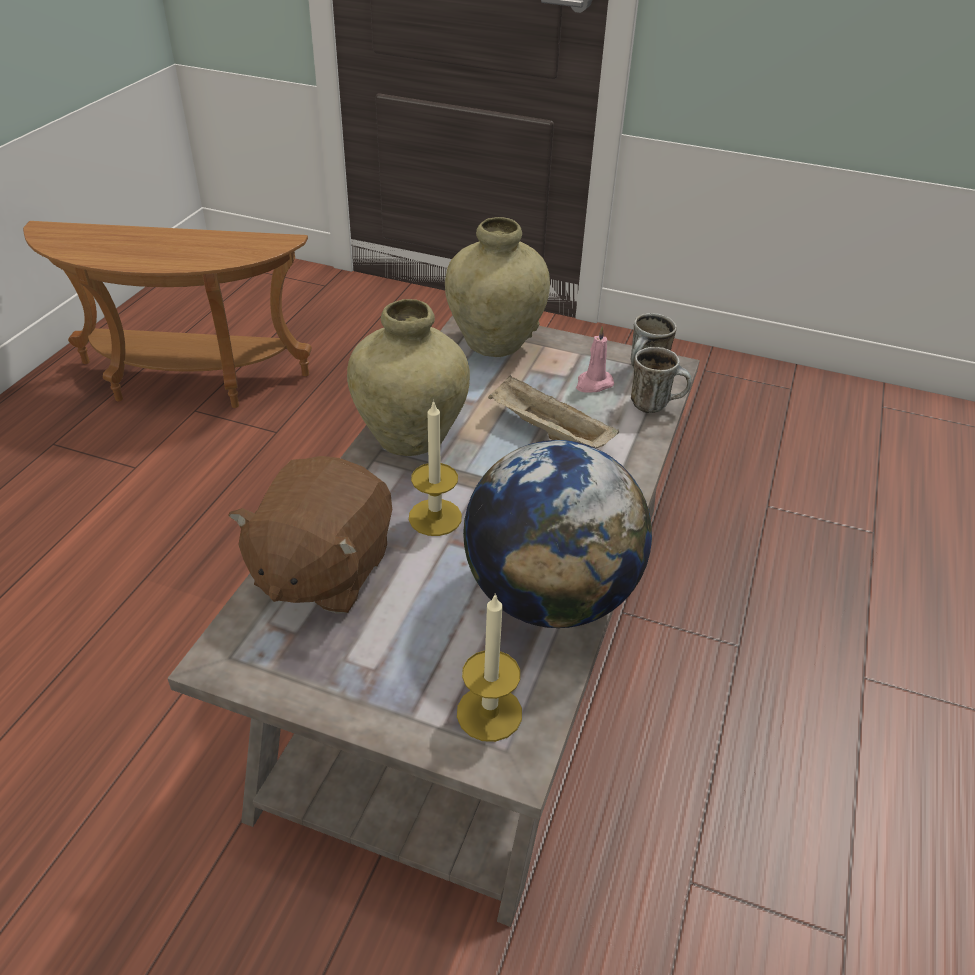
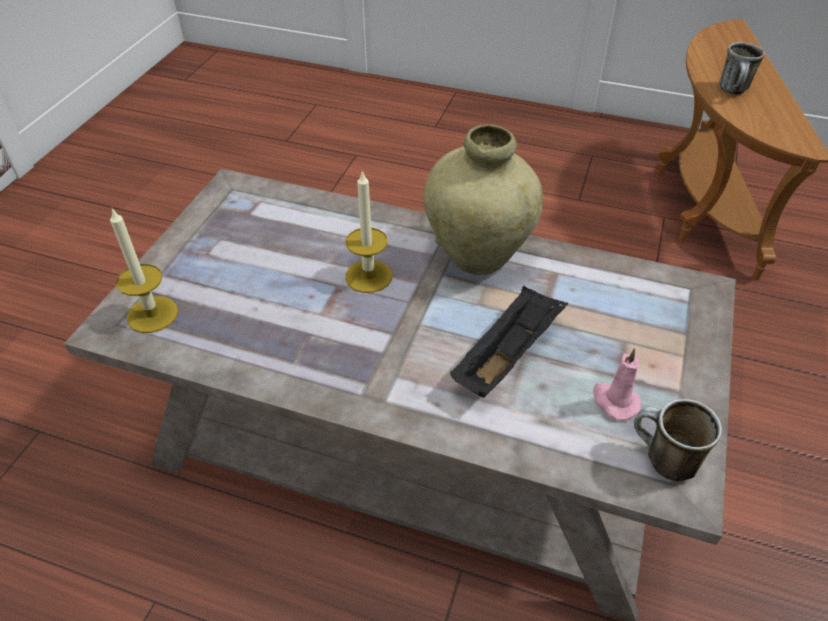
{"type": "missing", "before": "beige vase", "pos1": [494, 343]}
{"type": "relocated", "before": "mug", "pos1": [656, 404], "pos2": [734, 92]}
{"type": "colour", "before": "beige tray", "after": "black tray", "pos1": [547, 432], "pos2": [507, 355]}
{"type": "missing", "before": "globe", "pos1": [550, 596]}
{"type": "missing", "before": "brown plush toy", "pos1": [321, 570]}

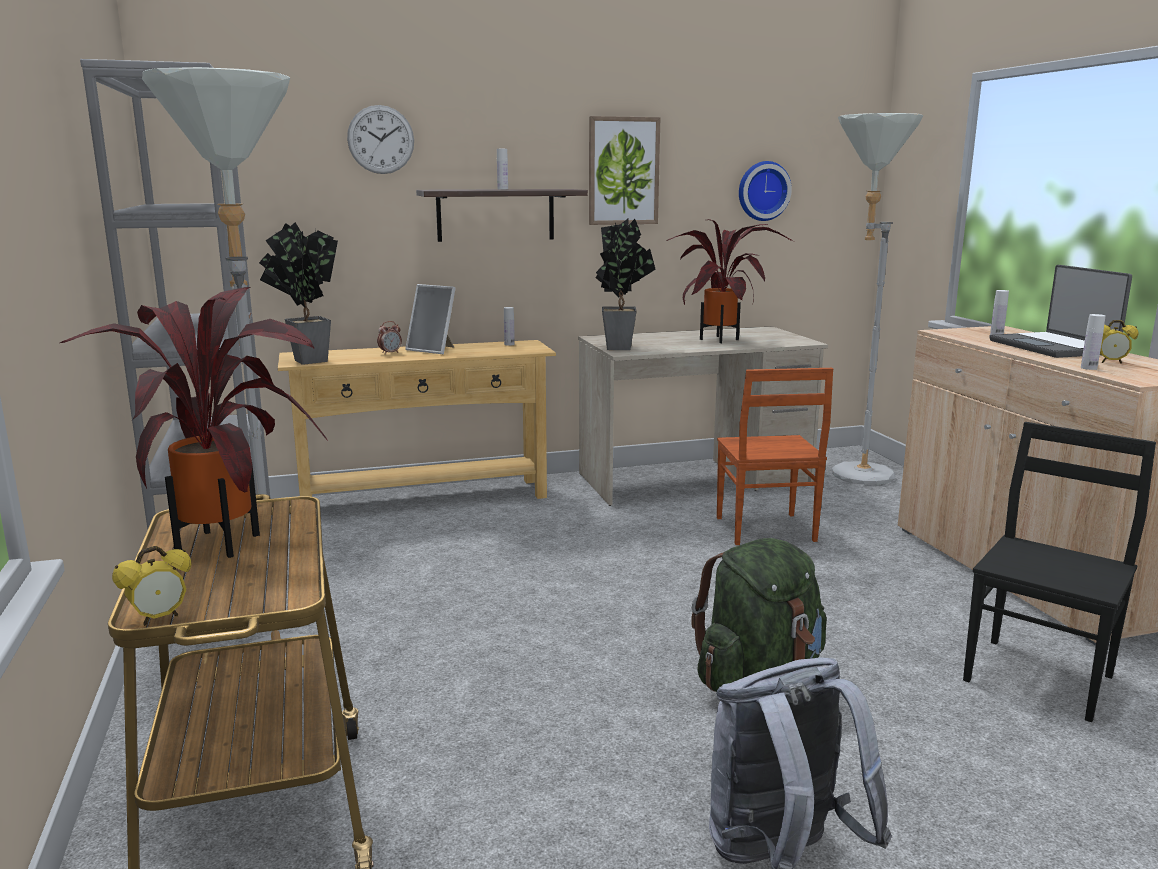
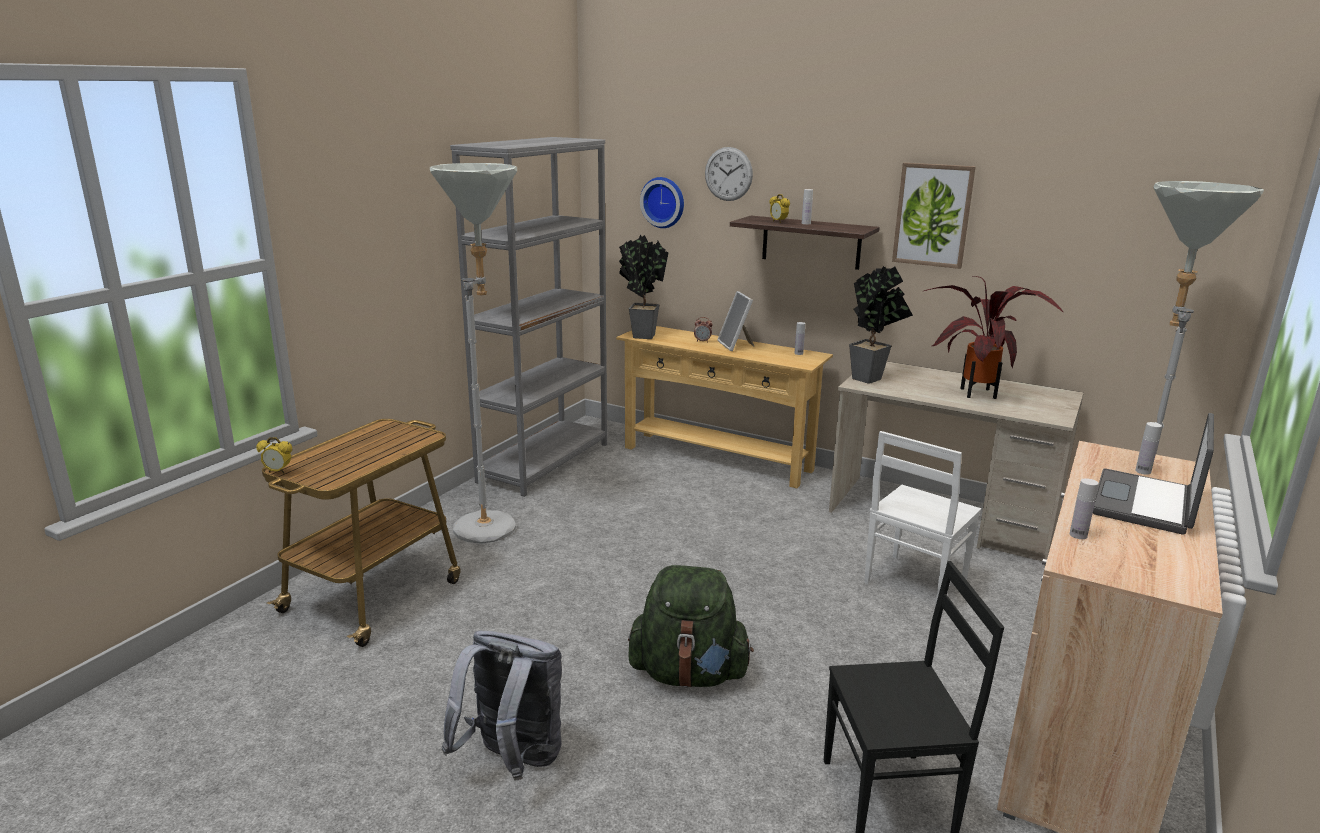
{"type": "relocated", "before": "wall clock", "pos1": [762, 191], "pos2": [664, 202]}
{"type": "missing", "before": "potted plant", "pos1": [227, 541]}
{"type": "relocated", "before": "alarm clock", "pos1": [1110, 362], "pos2": [778, 222]}
{"type": "colour", "before": "brown chair", "after": "white chair", "pos1": [764, 530], "pos2": [913, 582]}

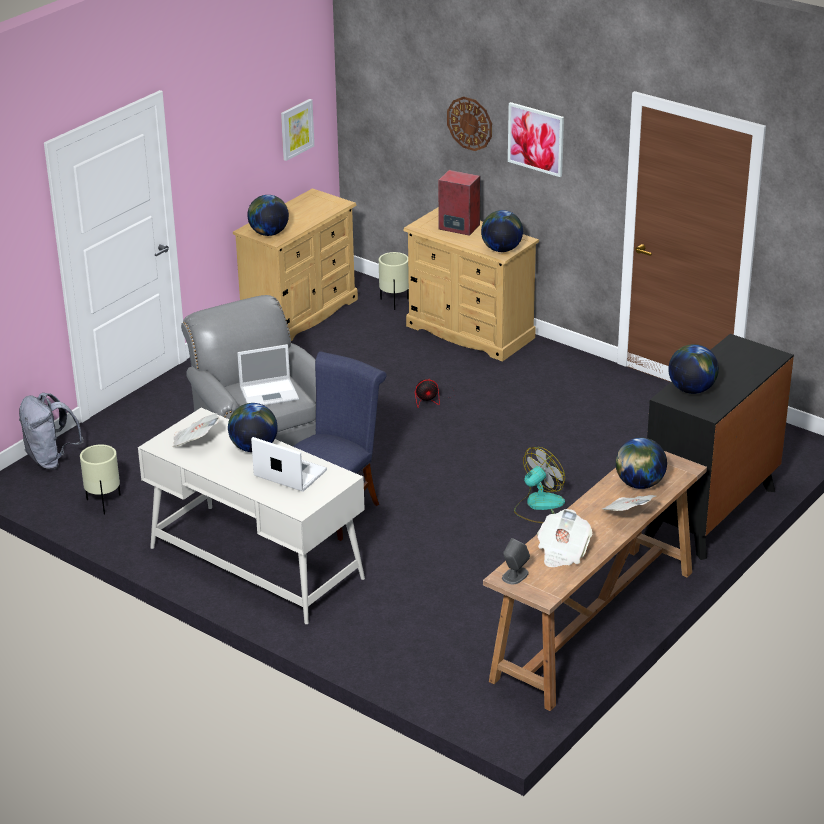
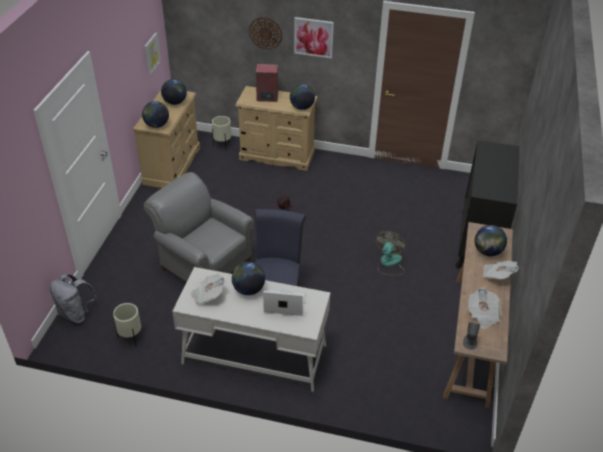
{"type": "missing", "before": "laptop", "pos1": [270, 393]}
{"type": "relocated", "before": "globe", "pos1": [691, 389], "pos2": [175, 102]}

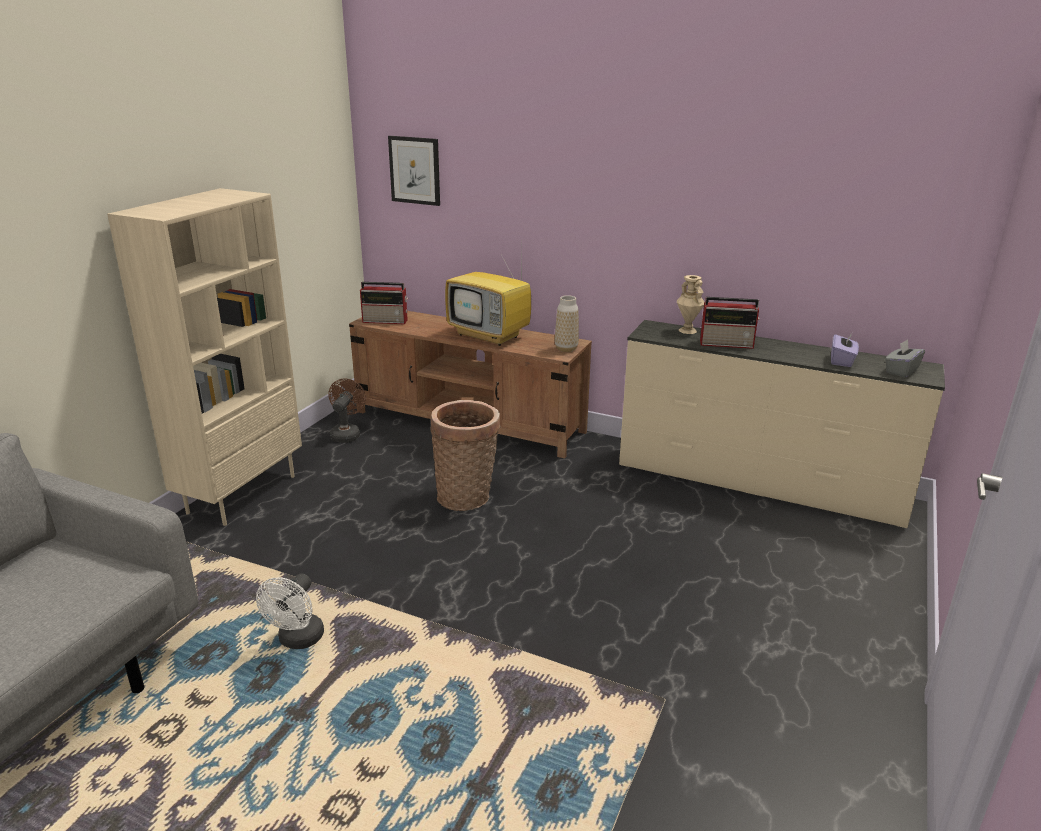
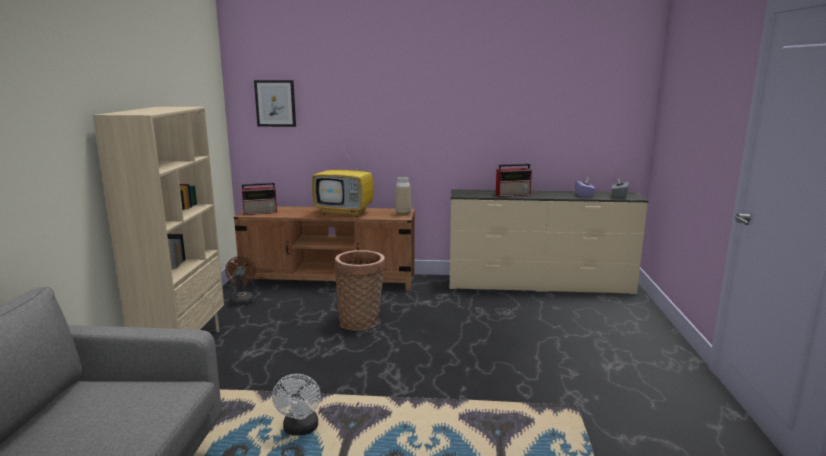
{"type": "missing", "before": "beige vase", "pos1": [687, 330]}

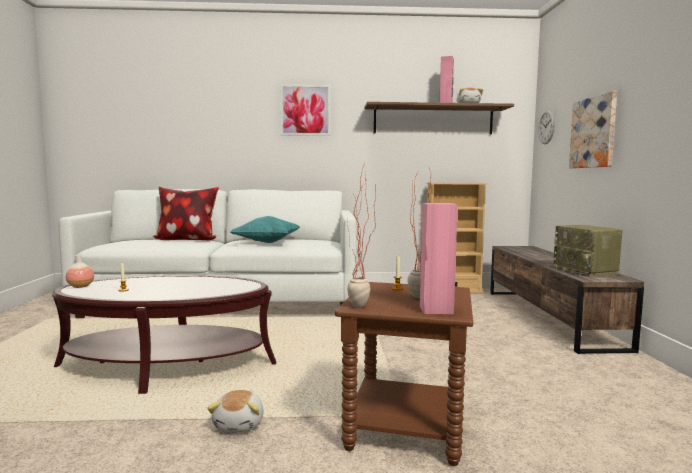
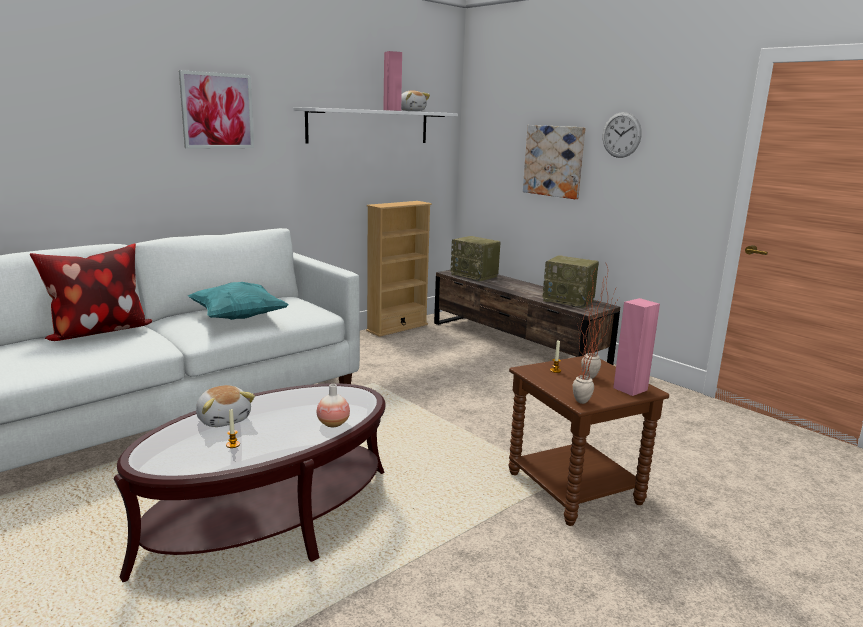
{"type": "colour", "before": "brown shelf", "after": "white shelf", "pos1": [433, 120], "pos2": [369, 126]}
{"type": "relocated", "before": "wall clock", "pos1": [546, 127], "pos2": [621, 135]}
{"type": "relocated", "before": "vase", "pos1": [80, 286], "pos2": [333, 424]}
{"type": "relocated", "before": "plush toy", "pos1": [240, 424], "pos2": [224, 419]}
{"type": "appeared", "after": "radio", "pos2": [475, 275]}

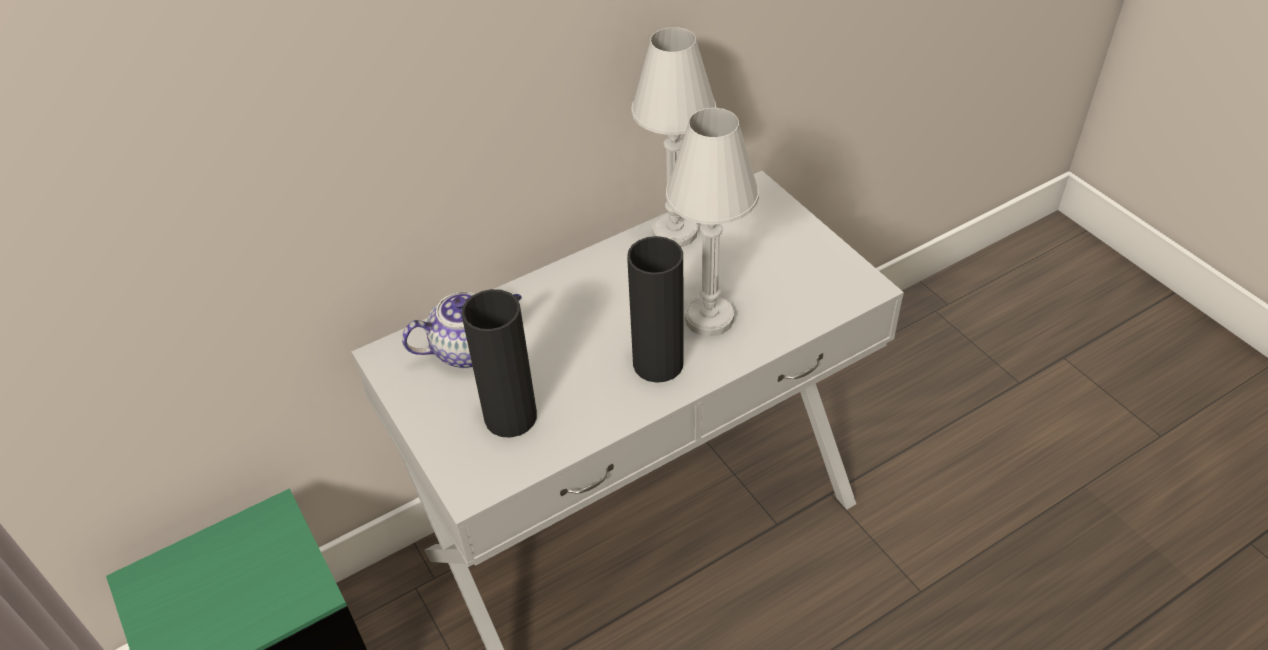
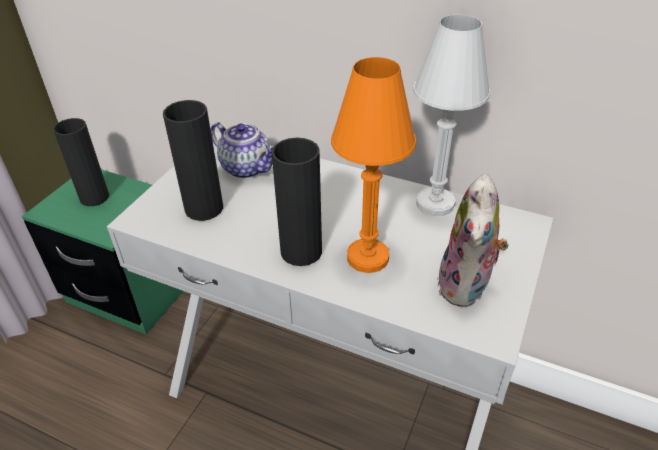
{"type": "colour", "before": "white table lamp", "after": "orange table lamp", "pos1": [709, 318], "pos2": [368, 257]}
{"type": "appeared", "after": "black vase", "pos2": [94, 197]}
{"type": "appeared", "after": "plush toy", "pos2": [466, 287]}

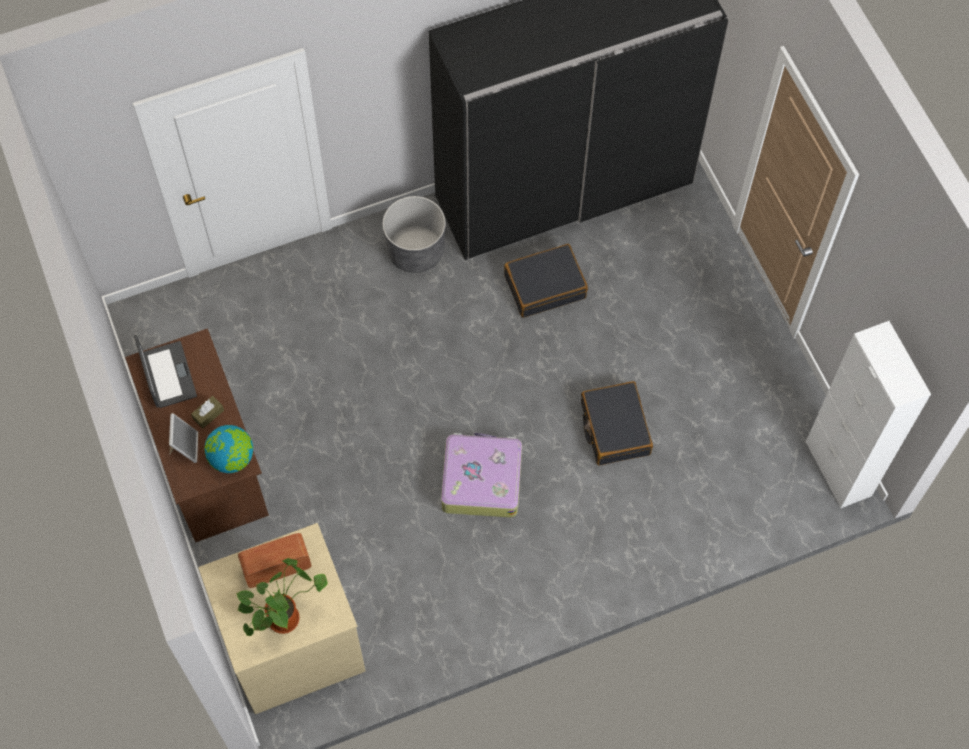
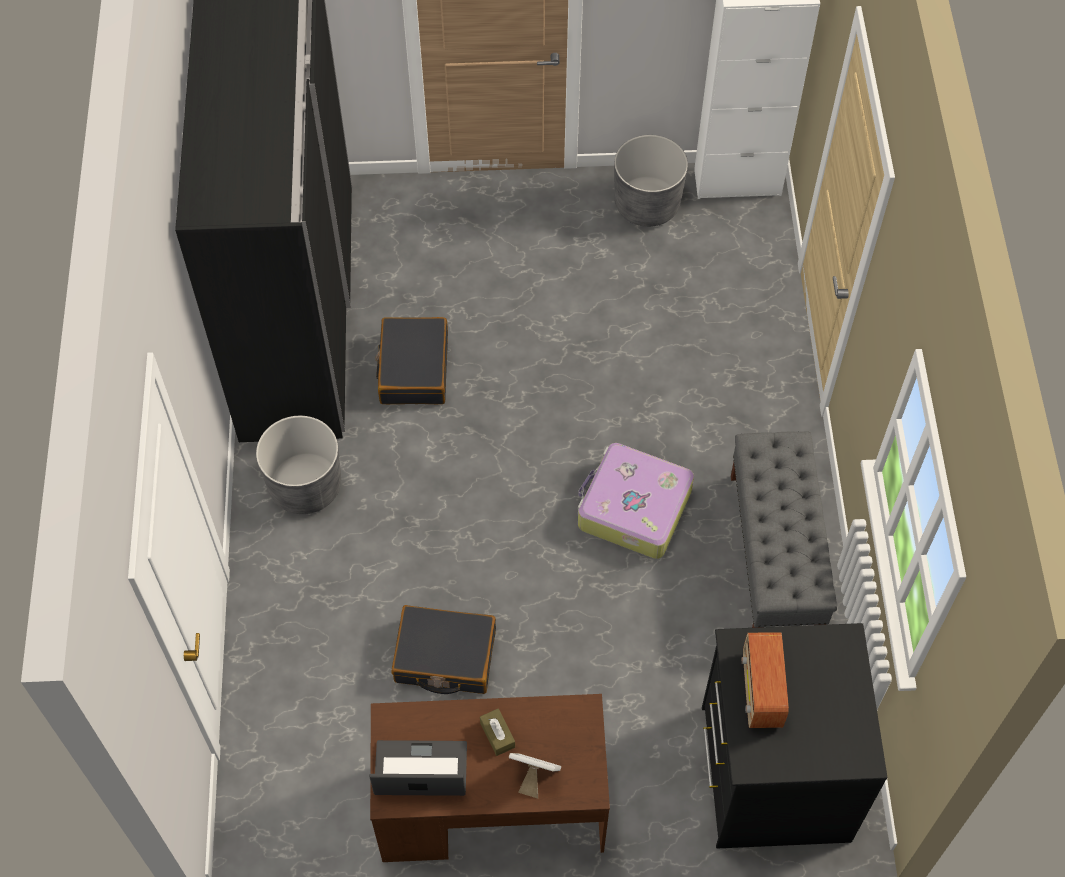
{"type": "relocated", "before": "black suitcase", "pos1": [614, 428], "pos2": [445, 657]}
{"type": "missing", "before": "globe", "pos1": [232, 458]}
{"type": "colour", "before": "beige dresser", "after": "black dresser", "pos1": [292, 642], "pos2": [772, 773]}
{"type": "missing", "before": "potted plant", "pos1": [285, 615]}
{"type": "appeared", "after": "grey planter", "pos2": [647, 204]}
{"type": "appeared", "after": "grey bench", "pos2": [774, 556]}

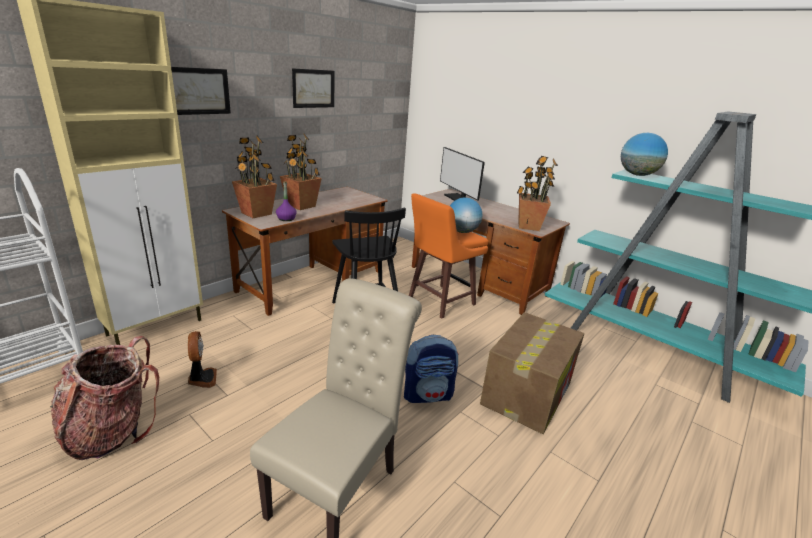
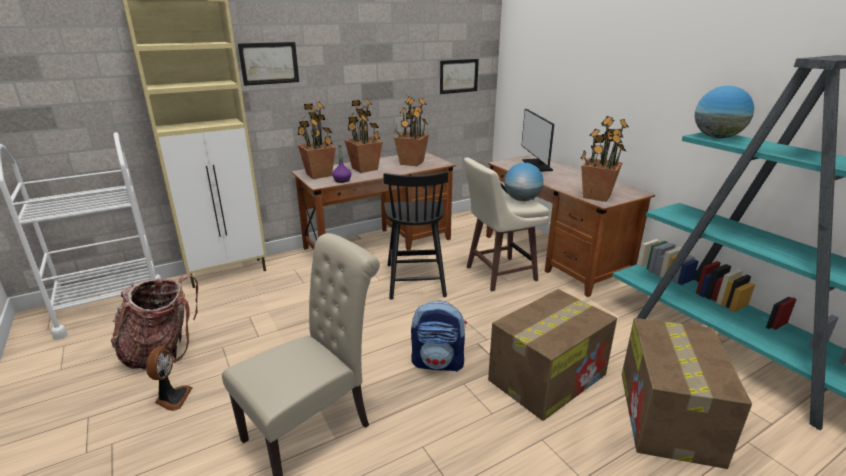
{"type": "relocated", "before": "picture", "pos1": [313, 88], "pos2": [459, 76]}
{"type": "colour", "before": "orange stool", "after": "beige stool", "pos1": [439, 301], "pos2": [499, 274]}
{"type": "relocated", "before": "fan", "pos1": [202, 379], "pos2": [172, 398]}
{"type": "appeared", "after": "potted plant", "pos2": [411, 163]}
{"type": "appeared", "after": "cardboard box", "pos2": [669, 418]}

